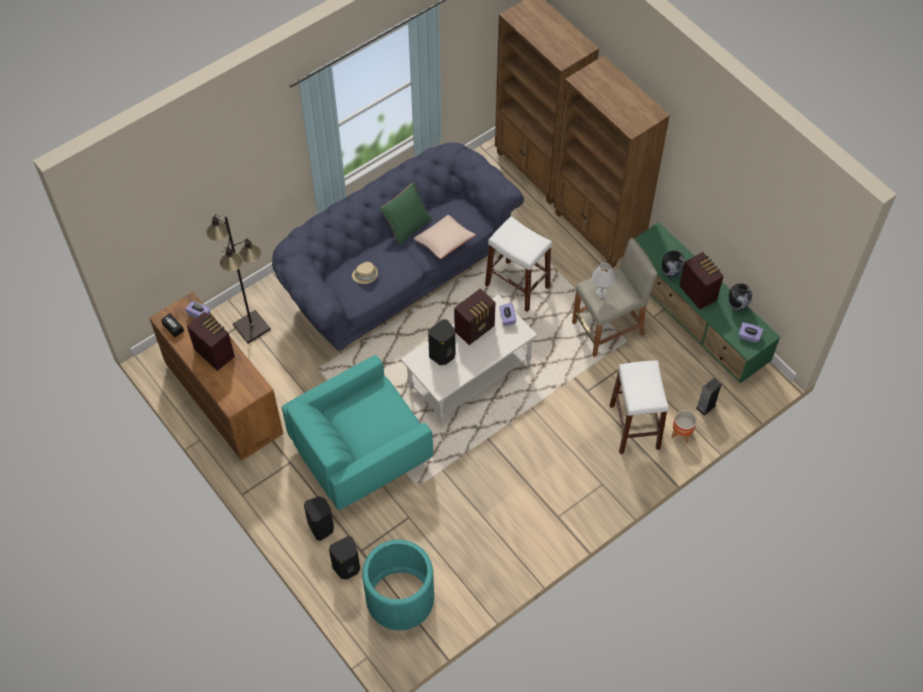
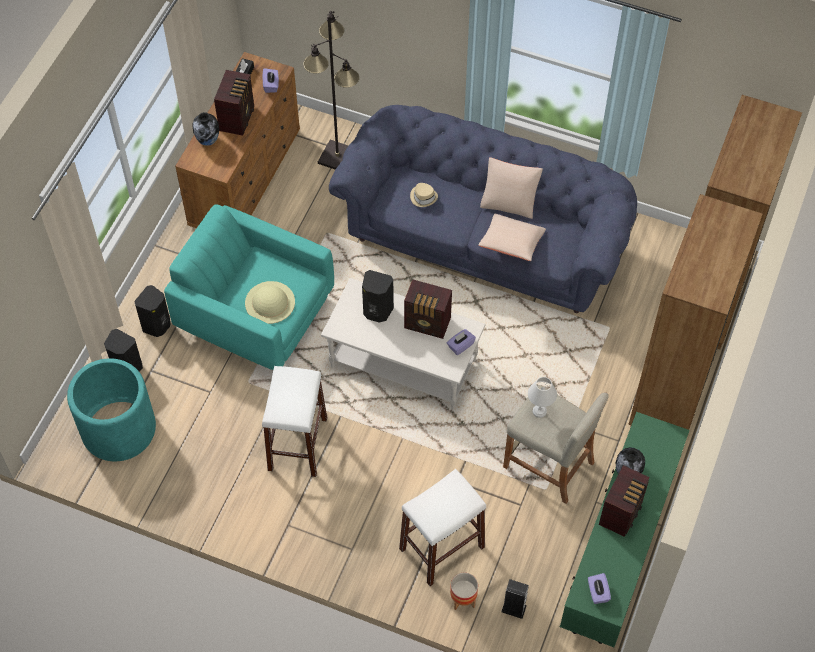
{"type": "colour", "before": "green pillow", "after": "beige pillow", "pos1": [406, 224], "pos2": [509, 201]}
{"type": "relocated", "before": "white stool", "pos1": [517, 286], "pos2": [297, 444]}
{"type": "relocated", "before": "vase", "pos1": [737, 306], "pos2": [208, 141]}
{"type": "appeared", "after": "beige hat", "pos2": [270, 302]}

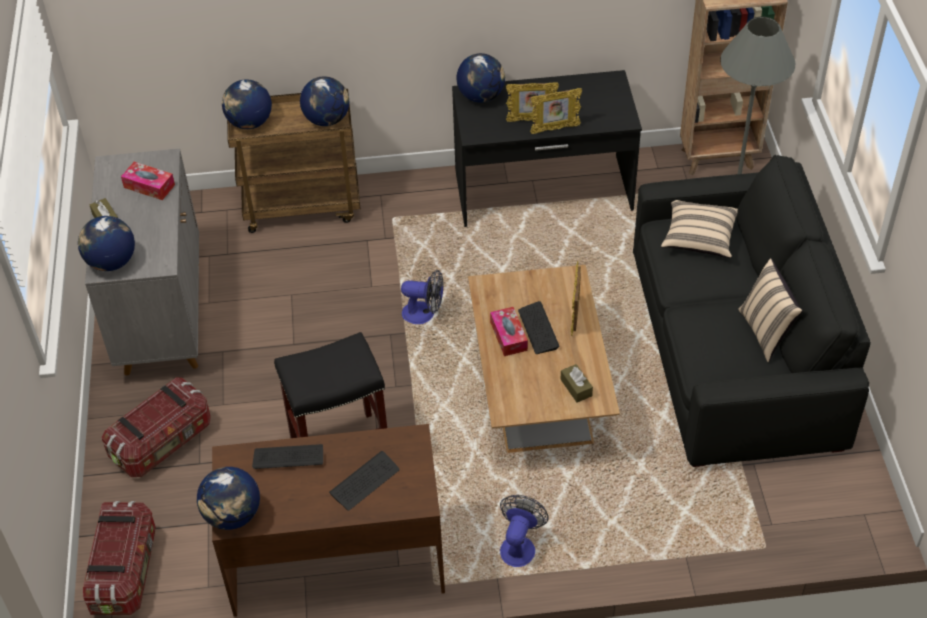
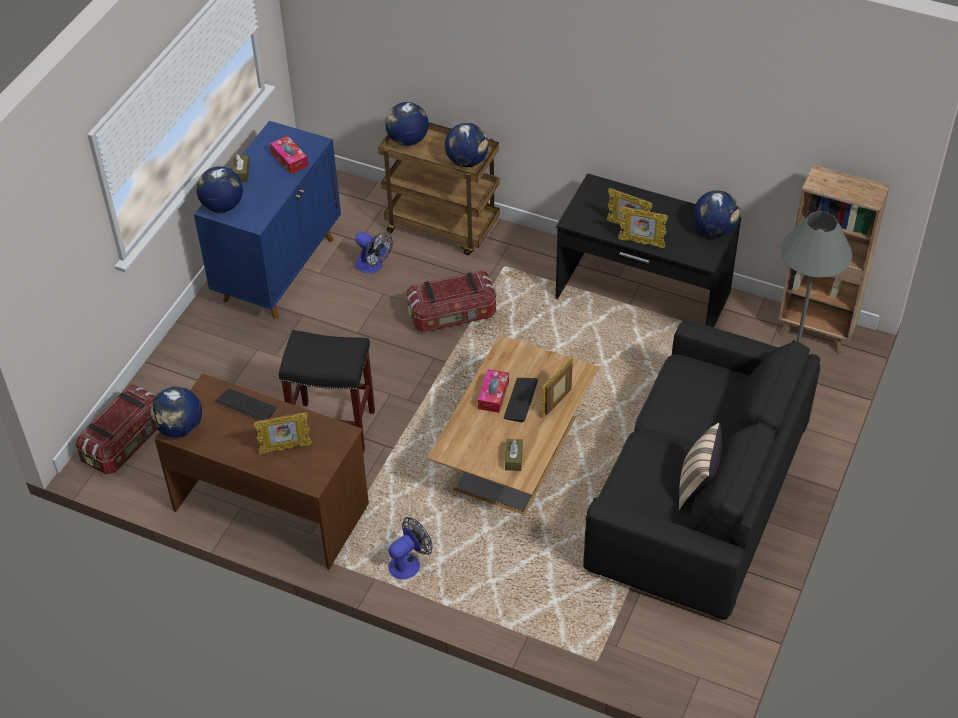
{"type": "relocated", "before": "globe", "pos1": [481, 96], "pos2": [714, 229]}
{"type": "colour", "before": "grey cabinet", "after": "blue cabinet", "pos1": [162, 316], "pos2": [279, 268]}
{"type": "missing", "before": "beige pillow", "pos1": [699, 238]}
{"type": "relocated", "before": "fan", "pos1": [424, 314], "pos2": [373, 266]}
{"type": "relocated", "before": "storage box", "pos1": [163, 442], "pos2": [452, 315]}
{"type": "exchanged", "before": "keyboard", "after": "picture frame", "pos1": [365, 481], "pos2": [285, 448]}

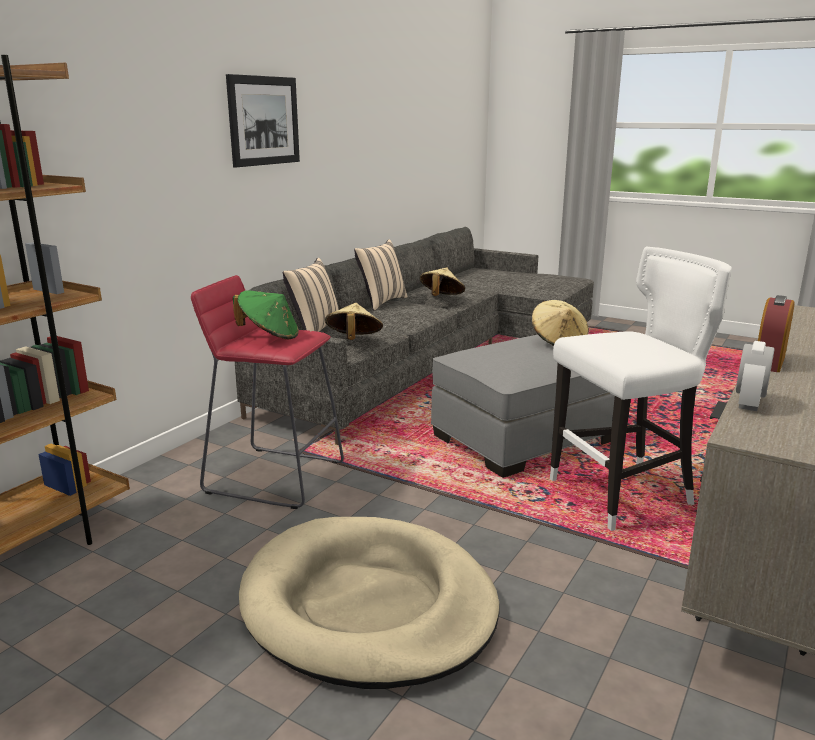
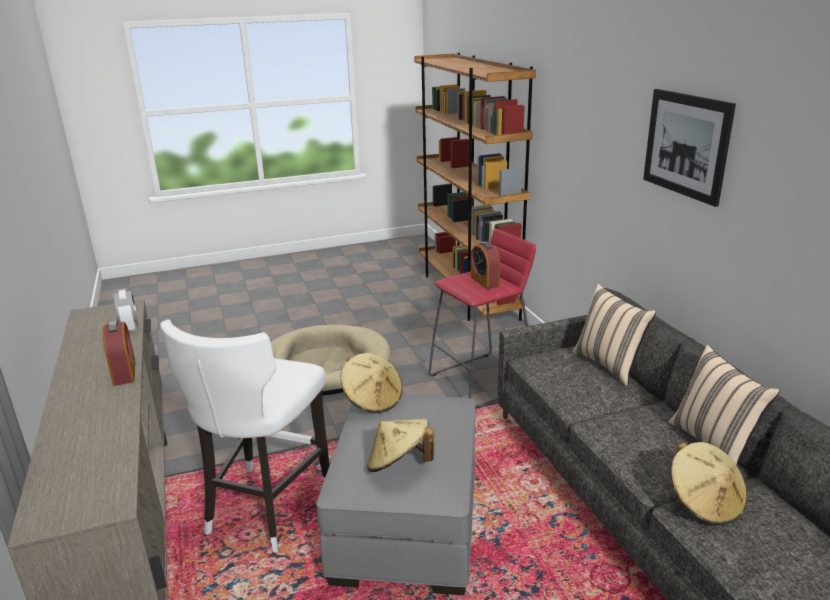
{"type": "exchanged", "before": "green hat", "after": "alarm clock", "pos1": [269, 336], "pos2": [484, 281]}
{"type": "relocated", "before": "beige hat", "pos1": [353, 341], "pos2": [372, 399]}

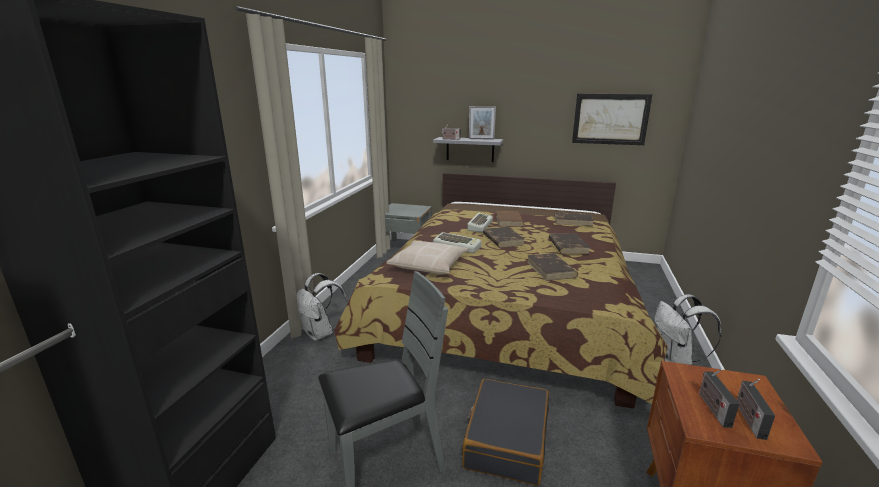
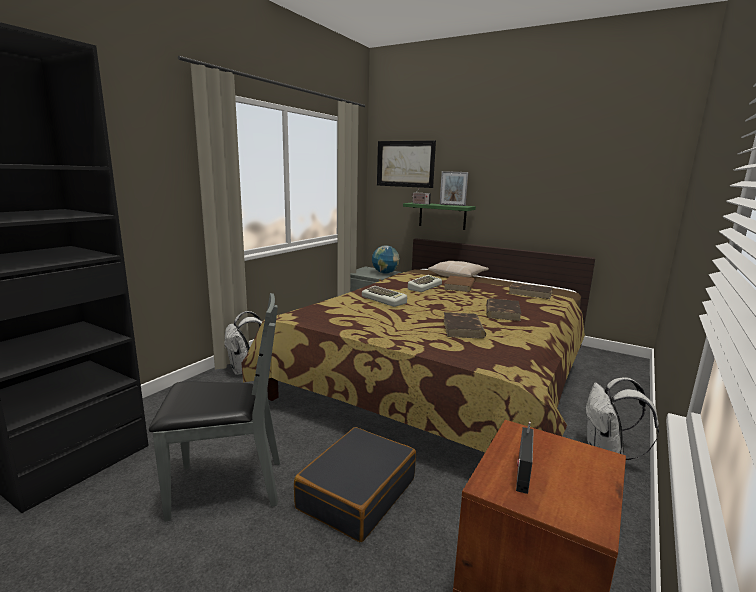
{"type": "relocated", "before": "picture", "pos1": [610, 119], "pos2": [405, 164]}
{"type": "colour", "before": "grey shelf", "after": "green shelf", "pos1": [470, 149], "pos2": [442, 216]}
{"type": "missing", "before": "brown book", "pos1": [502, 239]}
{"type": "relocated", "before": "beige pillow", "pos1": [429, 264], "pos2": [458, 275]}
{"type": "missing", "before": "radio", "pos1": [748, 418]}
{"type": "appeared", "after": "globe", "pos2": [385, 273]}

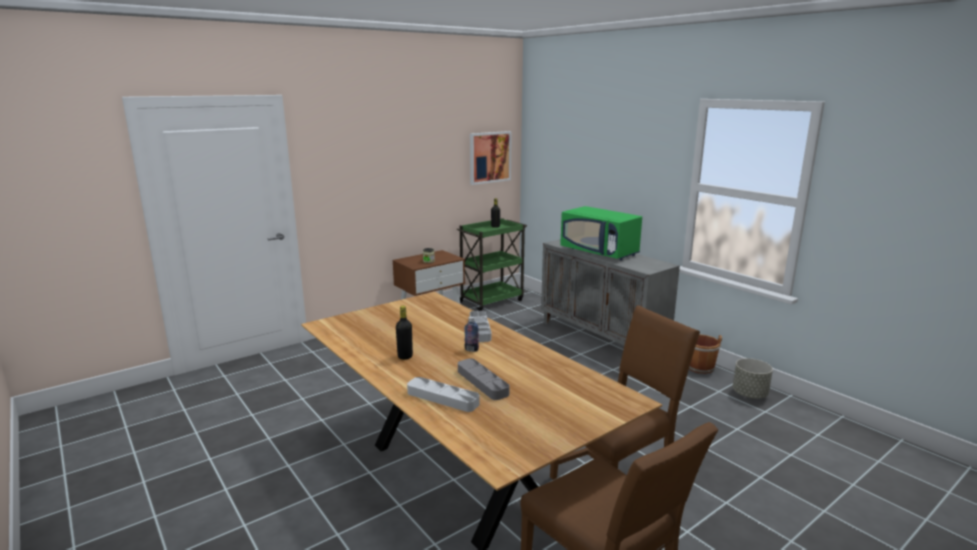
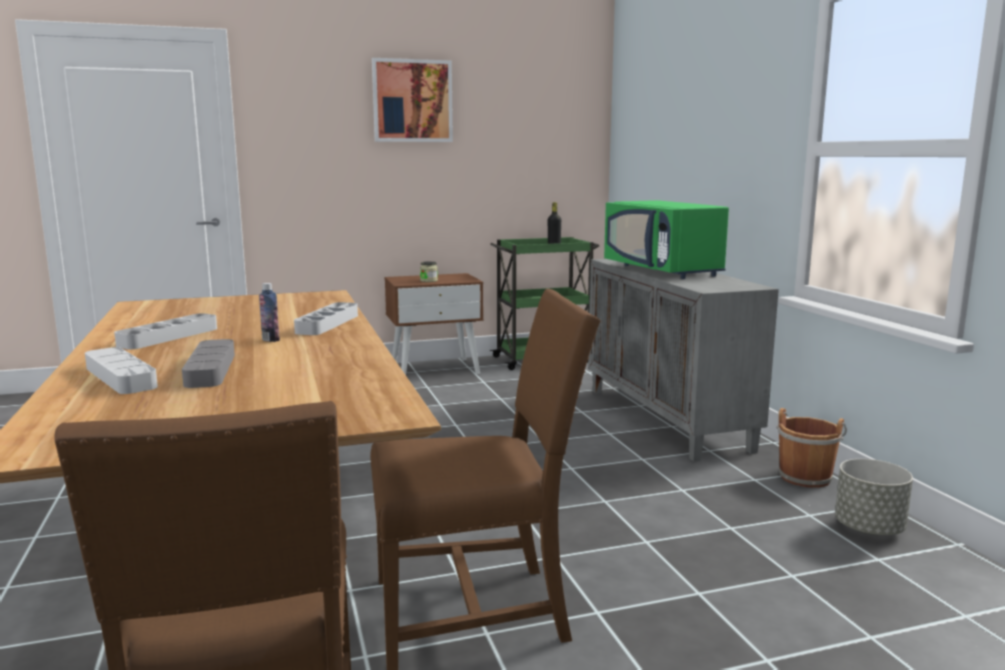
{"type": "relocated", "before": "picture", "pos1": [489, 157], "pos2": [412, 101]}
{"type": "exchanged", "before": "black bottle", "after": "grey tray", "pos1": [405, 356], "pos2": [169, 337]}

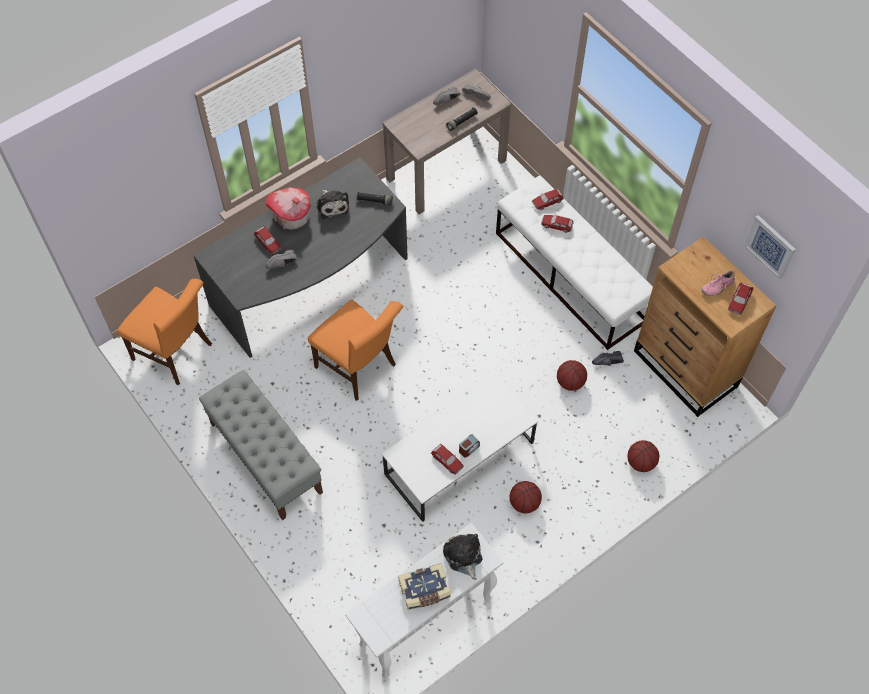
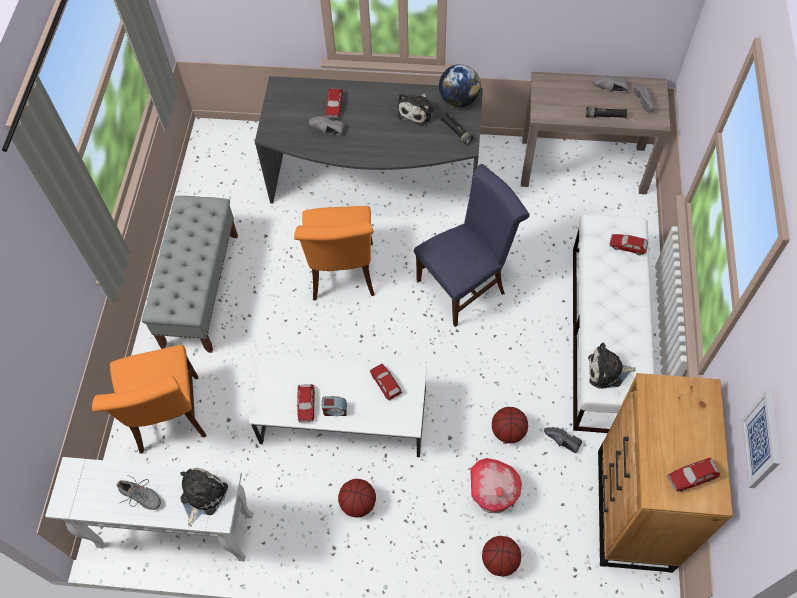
{"type": "relocated", "before": "toy house", "pos1": [291, 217], "pos2": [493, 493]}
{"type": "relocated", "before": "toy car", "pos1": [556, 225], "pos2": [385, 383]}
{"type": "missing", "before": "pink shoe", "pos1": [717, 286]}
{"type": "relocated", "before": "orange chair", "pos1": [176, 353], "pos2": [169, 419]}
{"type": "exchanged", "before": "book", "after": "grey shoe", "pos1": [425, 590], "pos2": [140, 496]}
{"type": "appeared", "after": "globe", "pos2": [459, 100]}
{"type": "appeared", "after": "blue chair", "pos2": [465, 284]}
{"type": "appeared", "after": "plush toy", "pos2": [607, 371]}

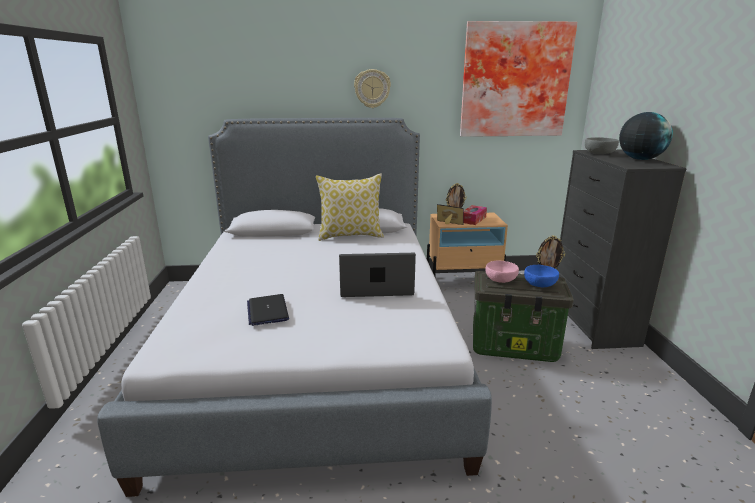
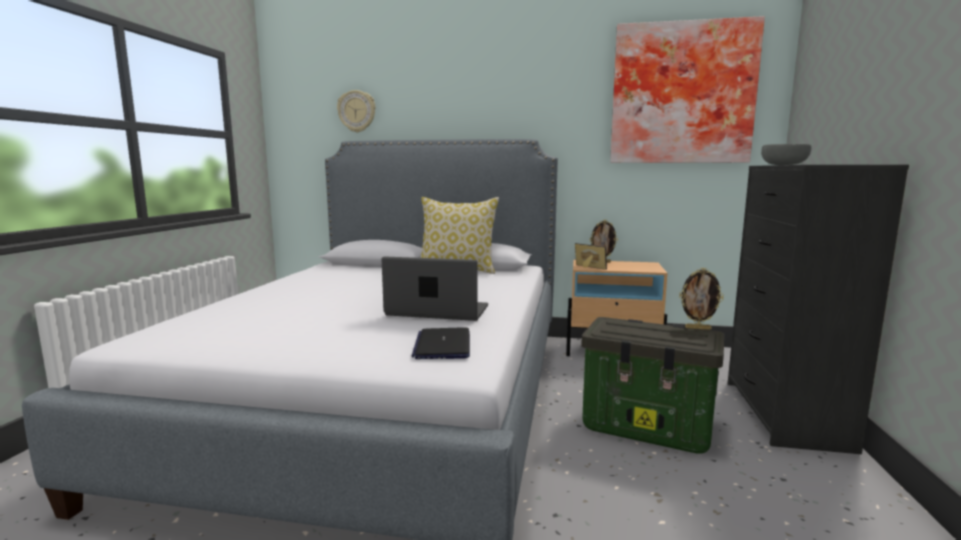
{"type": "relocated", "before": "wall clock", "pos1": [372, 88], "pos2": [357, 111]}
{"type": "missing", "before": "globe", "pos1": [640, 159]}
{"type": "missing", "before": "tissue box", "pos1": [473, 219]}
{"type": "missing", "before": "pink bowl", "pos1": [501, 279]}
{"type": "missing", "before": "blue bowl", "pos1": [540, 284]}
{"type": "relocated", "before": "laptop", "pos1": [267, 311], "pos2": [442, 345]}

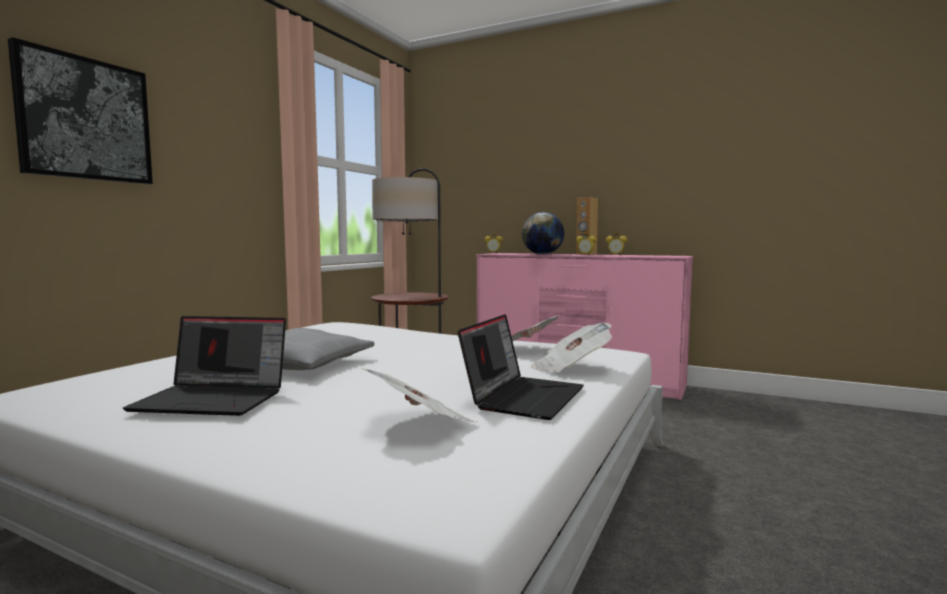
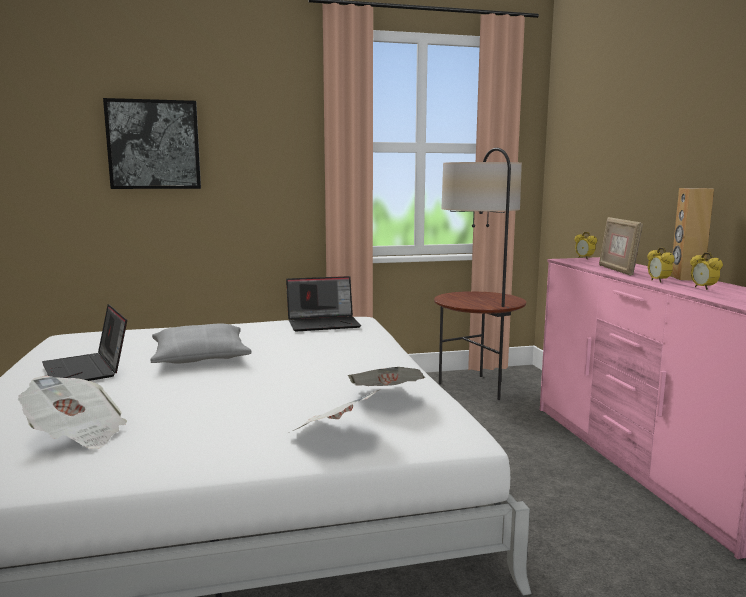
{"type": "exchanged", "before": "globe", "after": "picture frame", "pos1": [542, 254], "pos2": [617, 270]}
{"type": "relocated", "before": "laptop", "pos1": [523, 397], "pos2": [324, 323]}

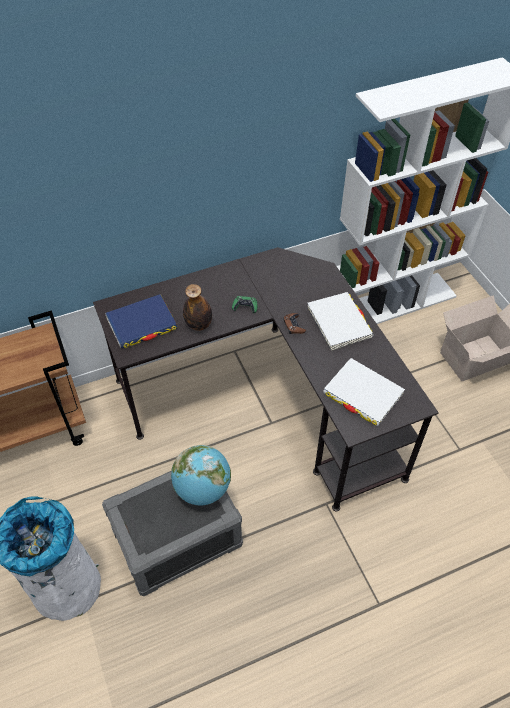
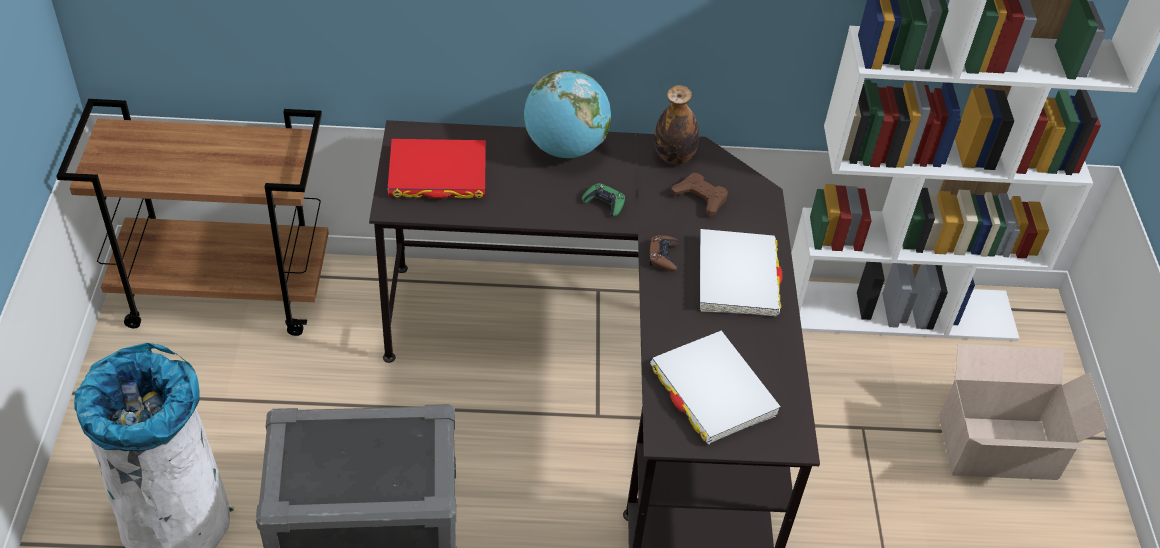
{"type": "relocated", "before": "bottle", "pos1": [199, 324], "pos2": [674, 157]}
{"type": "colour", "before": "blue book", "after": "red book", "pos1": [141, 324], "pos2": [437, 173]}
{"type": "relocated", "before": "globe", "pos1": [203, 489], "pos2": [565, 148]}
{"type": "appeared", "after": "brown game controller", "pos2": [700, 197]}

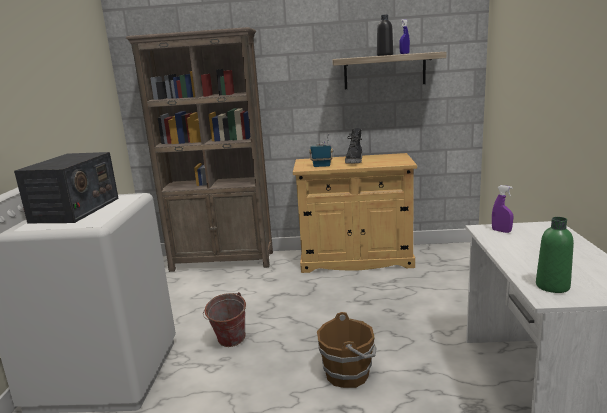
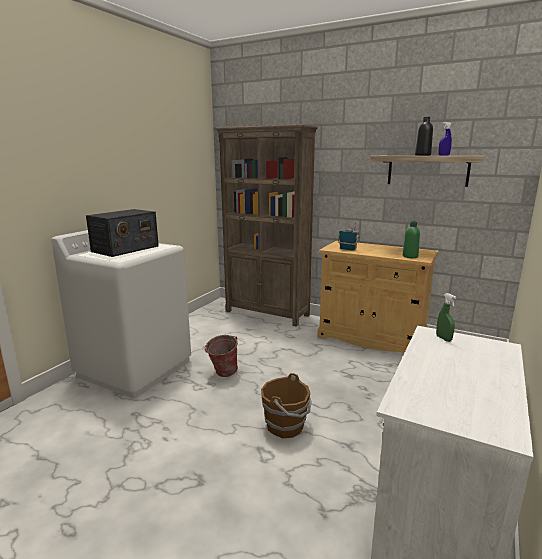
{"type": "missing", "before": "black boot", "pos1": [355, 161]}
{"type": "colour", "before": "purple spray bottle", "after": "green spray bottle", "pos1": [501, 231], "pos2": [443, 338]}
{"type": "relocated", "before": "green bottle", "pos1": [552, 286], "pos2": [410, 256]}

